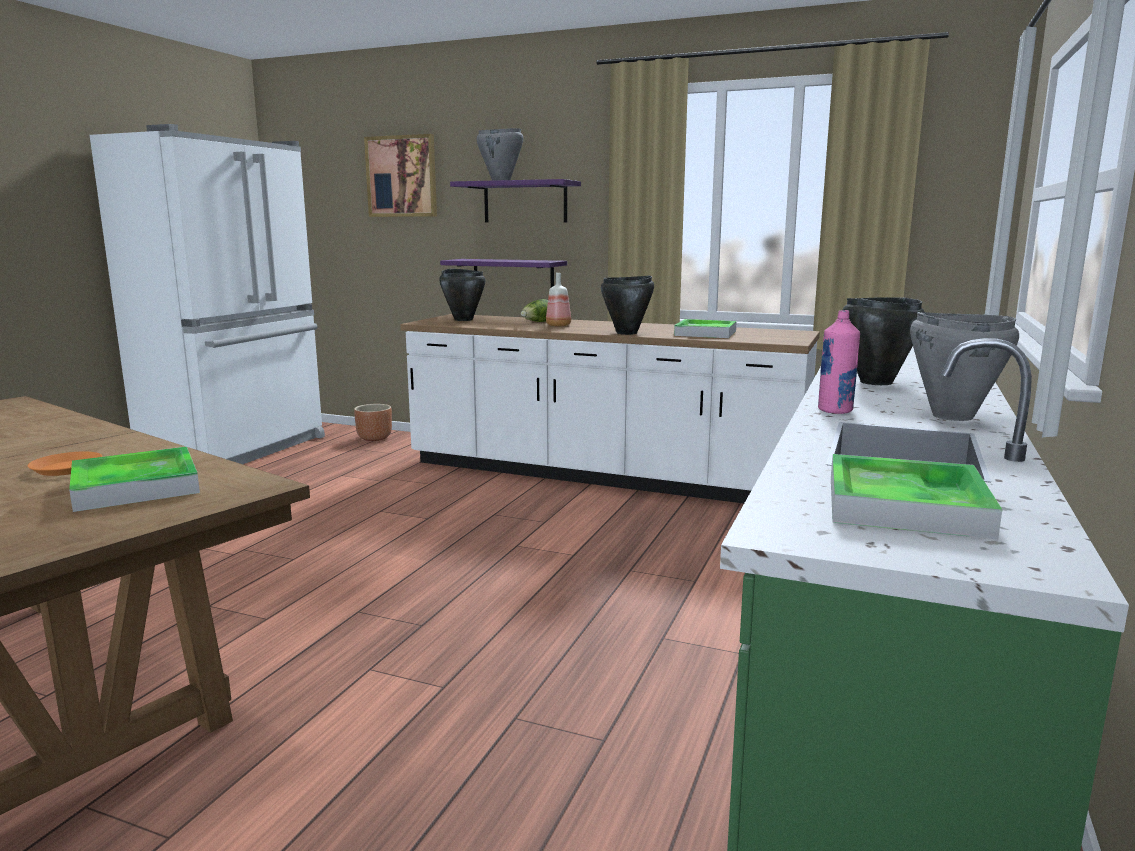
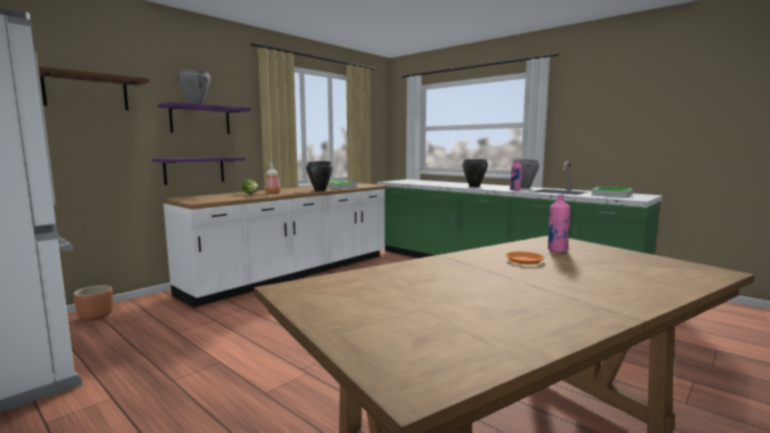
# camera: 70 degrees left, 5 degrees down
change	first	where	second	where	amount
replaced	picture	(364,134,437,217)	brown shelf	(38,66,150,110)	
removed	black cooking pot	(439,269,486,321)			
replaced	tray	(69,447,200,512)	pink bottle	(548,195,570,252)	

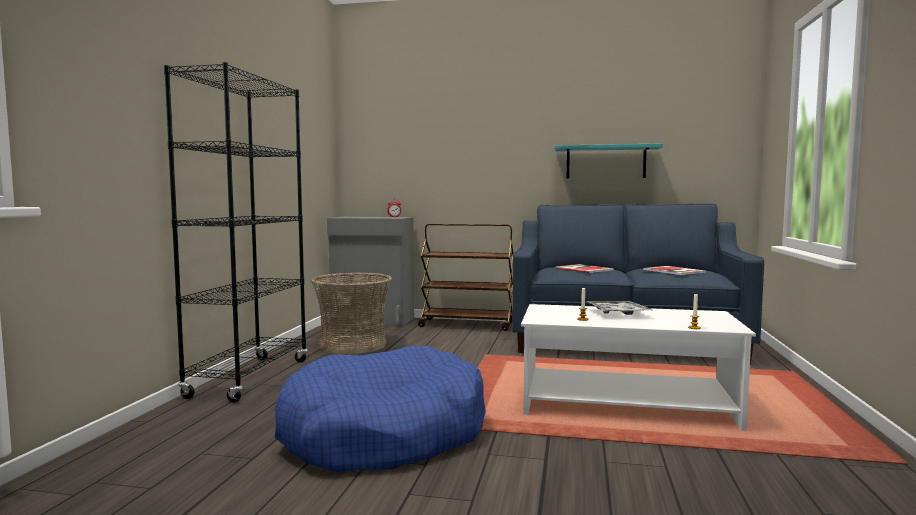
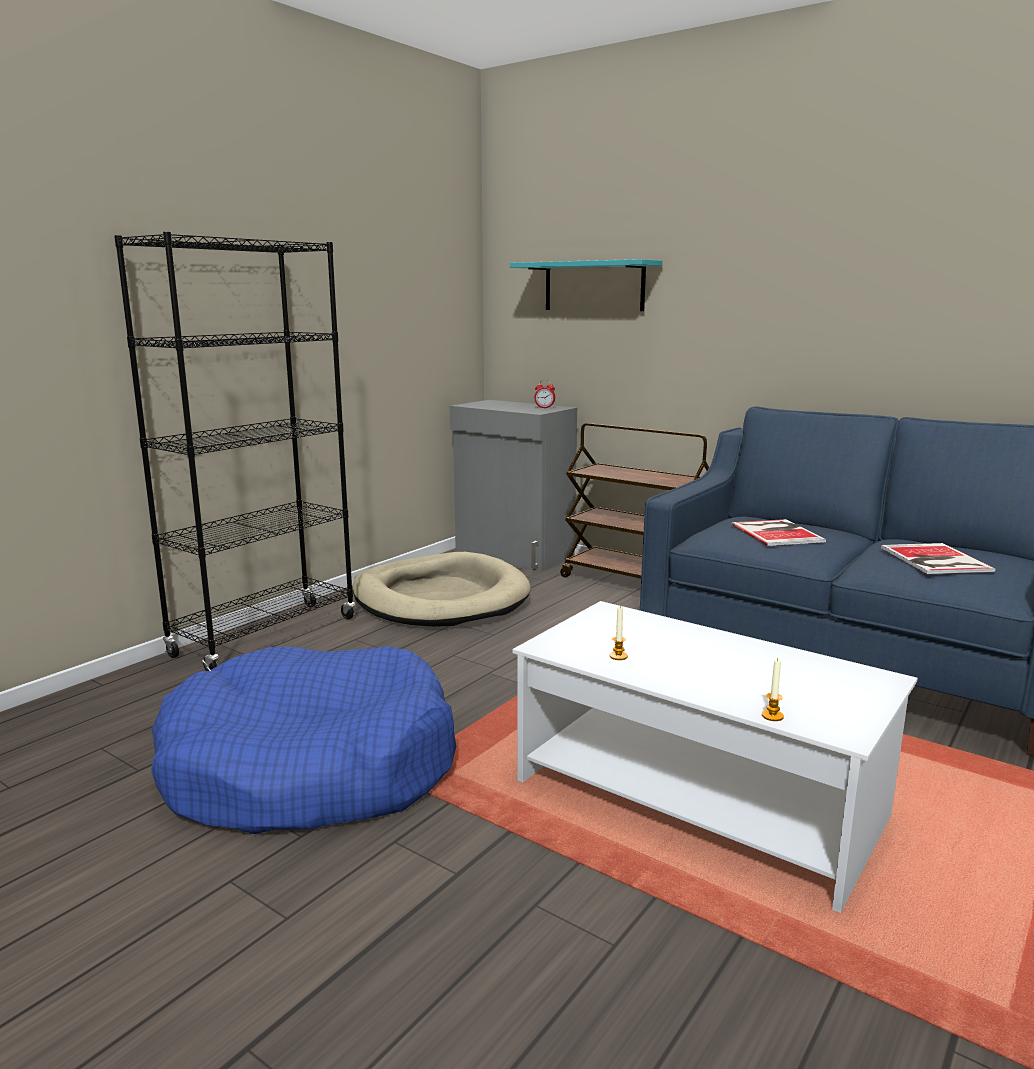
# camera: 25 degrees right, 10 degrees up
change	first	where	second	where	amount
moved	turquoise shelf	(554,143,663,178)		(510,259,663,311)	
replaced	basket	(311,272,393,354)	beige dog bed	(352,552,531,627)	
removed	tray	(586,301,654,315)			

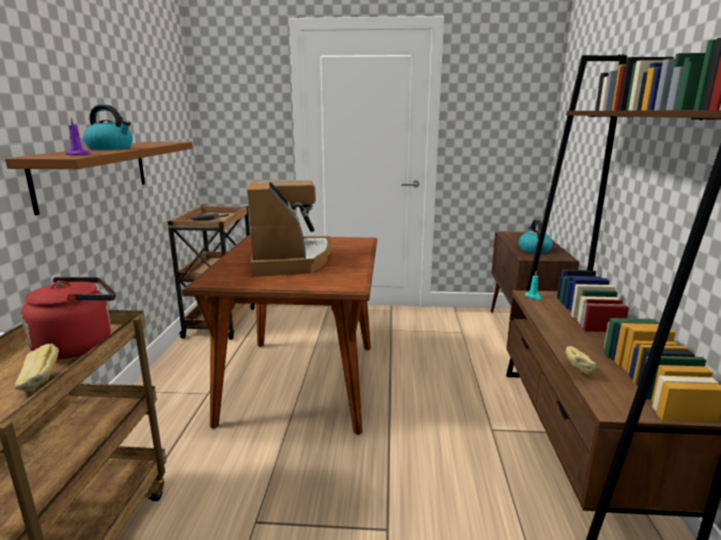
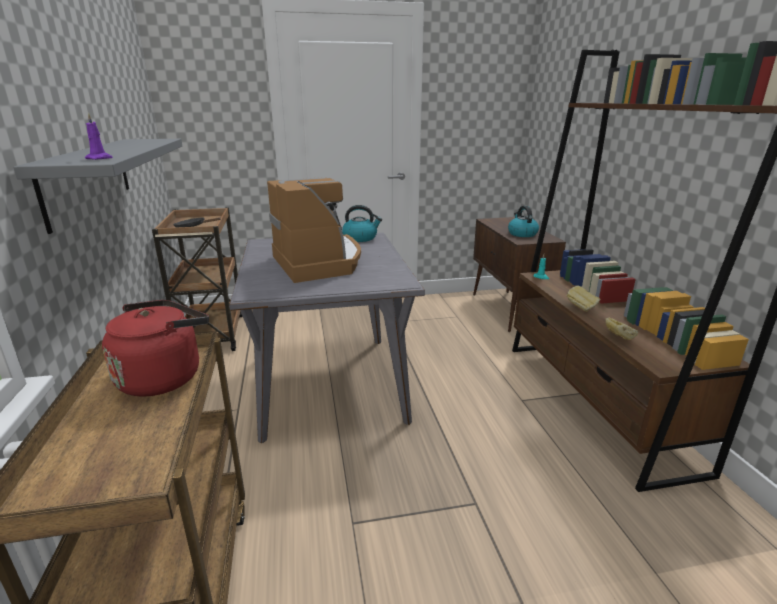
# camera: 15 degrees left, 5 degrees up
change	first	where	second	where	amount
moved	kettle	(83,104,133,150)		(342,205,382,242)	
recoloured	brown shelf	(5,142,193,215)	grey shelf	(13,139,182,234)	
recoloured	brown dining table	(182,235,377,435)	grey dining table	(229,233,425,443)	
moved	bread	(15,344,59,392)		(567,285,600,312)	

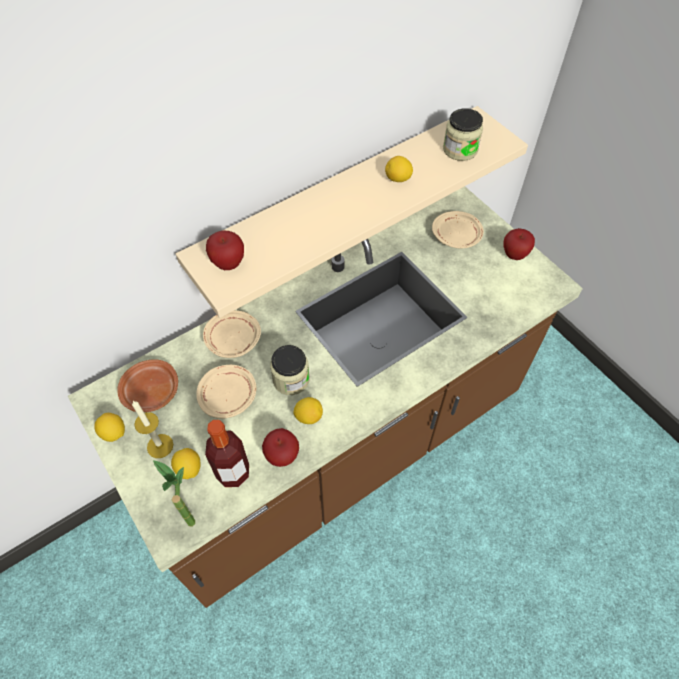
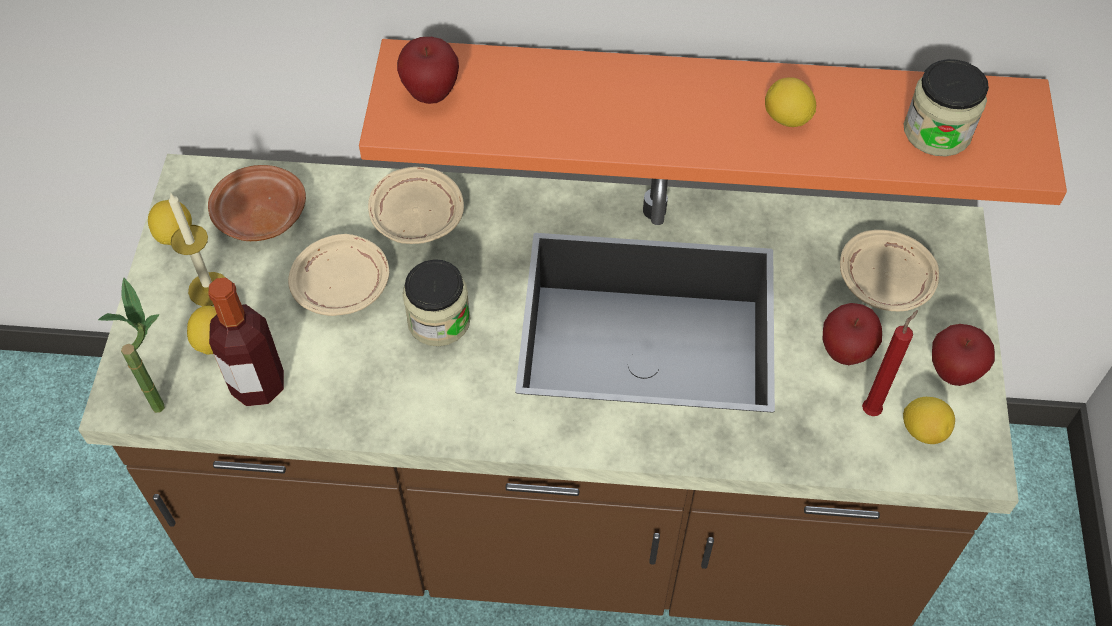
# camera: 40 degrees right, 0 degrees up
change	first	where	second	where	amount
recoloured	beige shelf	(176,106,528,318)	orange shelf	(359,39,1067,205)	
moved	lemon	(293,397,323,424)		(903,397,955,444)	
moved	apple	(262,428,299,467)		(823,303,882,365)	
added			red candle	(862,310,918,416)	

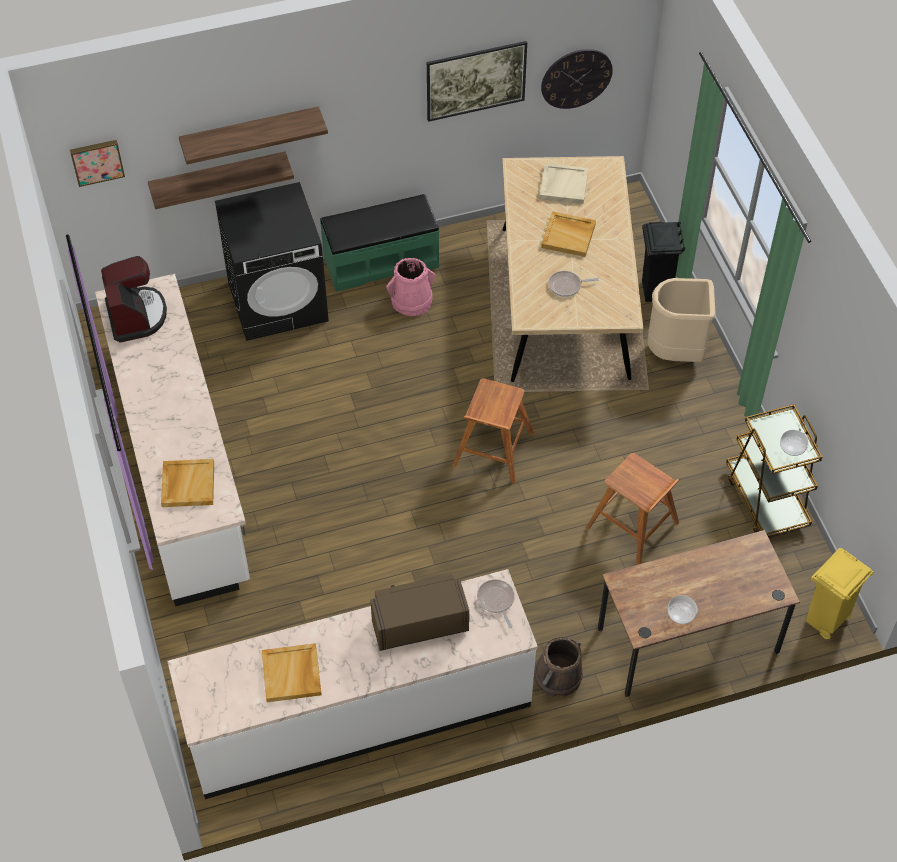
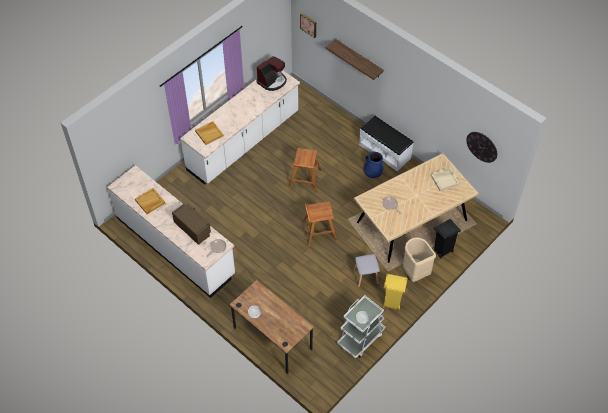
# camera: 60 degrees right, 0 degrees up
change	first	where	second	where	amount
removed	picture	(427,41,527,122)			
removed	shelf	(148,152,294,209)			
removed	black washing machine	(215,182,329,341)			
recoloured	green bench	(320,194,439,292)	white bench	(359,115,414,171)	
removed	beige tray	(541,211,596,257)			
recoloured	pink bucket	(386,258,436,316)	blue bucket	(364,152,385,178)	
recoloured	brown cart	(726,404,822,537)	white cart	(337,295,385,359)	
moved	brown stool	(586,453,679,565)		(289,148,322,193)	
moved	yellow trash can	(806,548,874,639)		(383,274,408,311)	
removed	brown bucket	(534,637,583,697)			
added			grey stool	(354,254,380,288)	

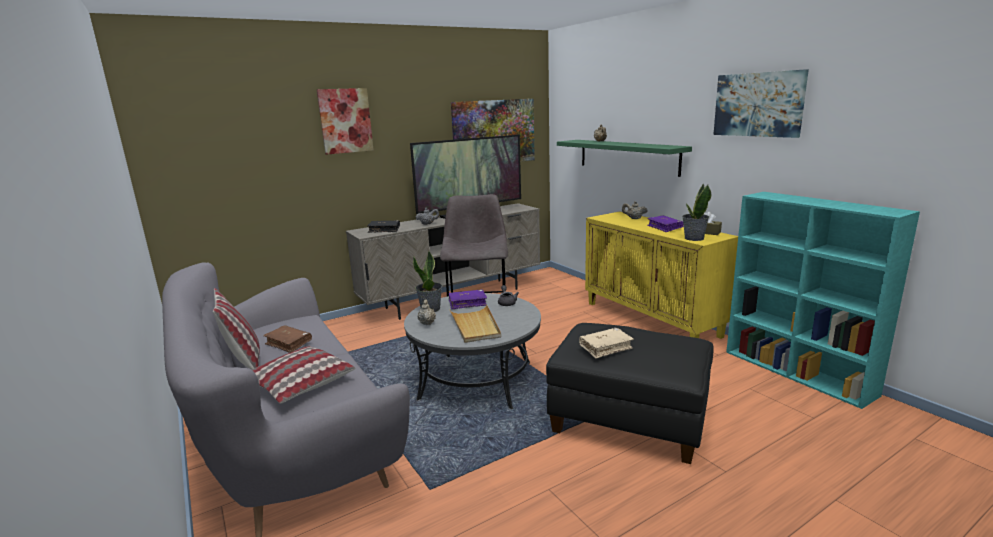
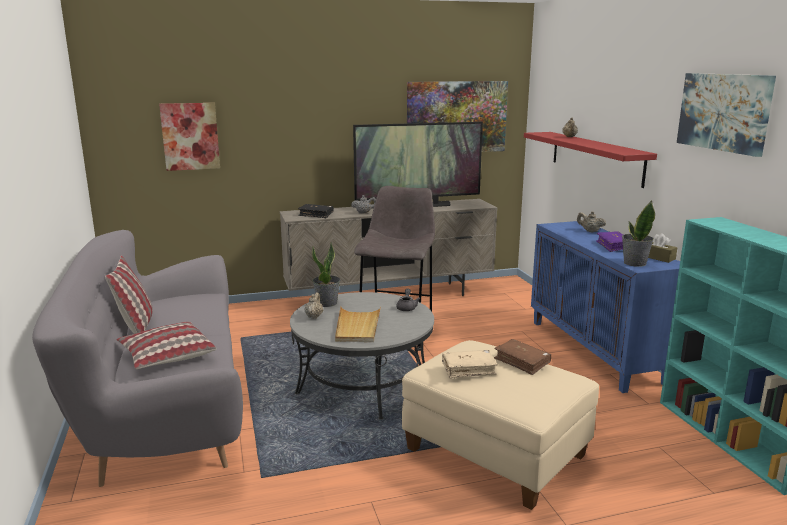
# camera: 15 degrees right, 0 degrees up
change	first	where	second	where	amount
moved	picture	(317,88,374,155)		(159,103,220,171)	
recoloured	green shelf	(557,140,692,177)	red shelf	(524,132,657,188)	
recoloured	yellow cabinet	(585,211,738,339)	blue cabinet	(531,221,680,393)	
removed	purple book	(449,289,487,309)			
recoloured	black ottoman	(546,323,714,464)	beige ottoman	(402,340,599,510)	
moved	brown book	(263,325,312,353)		(494,339,551,375)	

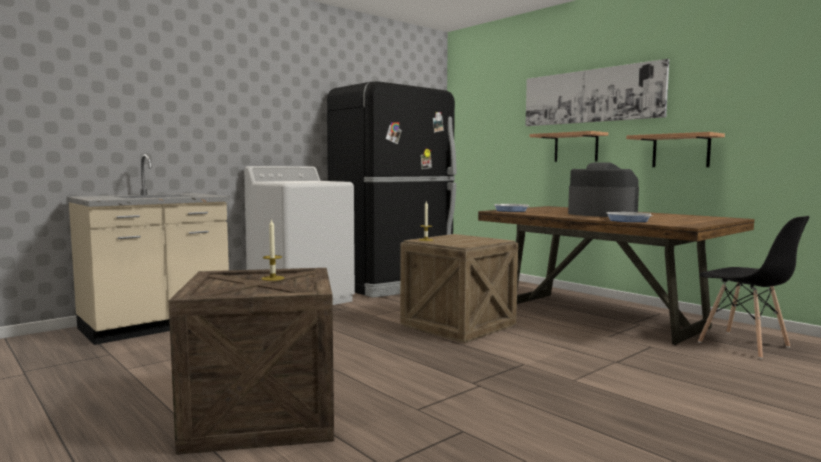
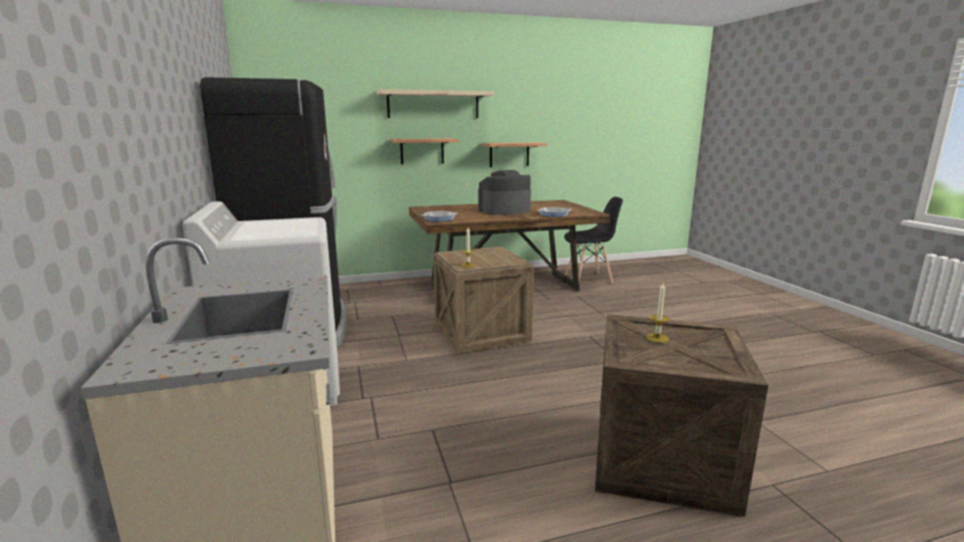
# camera: 65 degrees left, 10 degrees up
change	first	where	second	where	amount
replaced	picture	(525,59,669,126)	beige shelf	(377,89,494,118)	

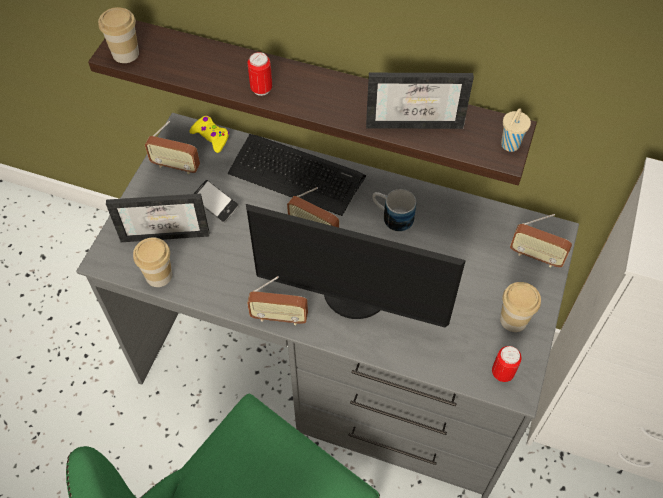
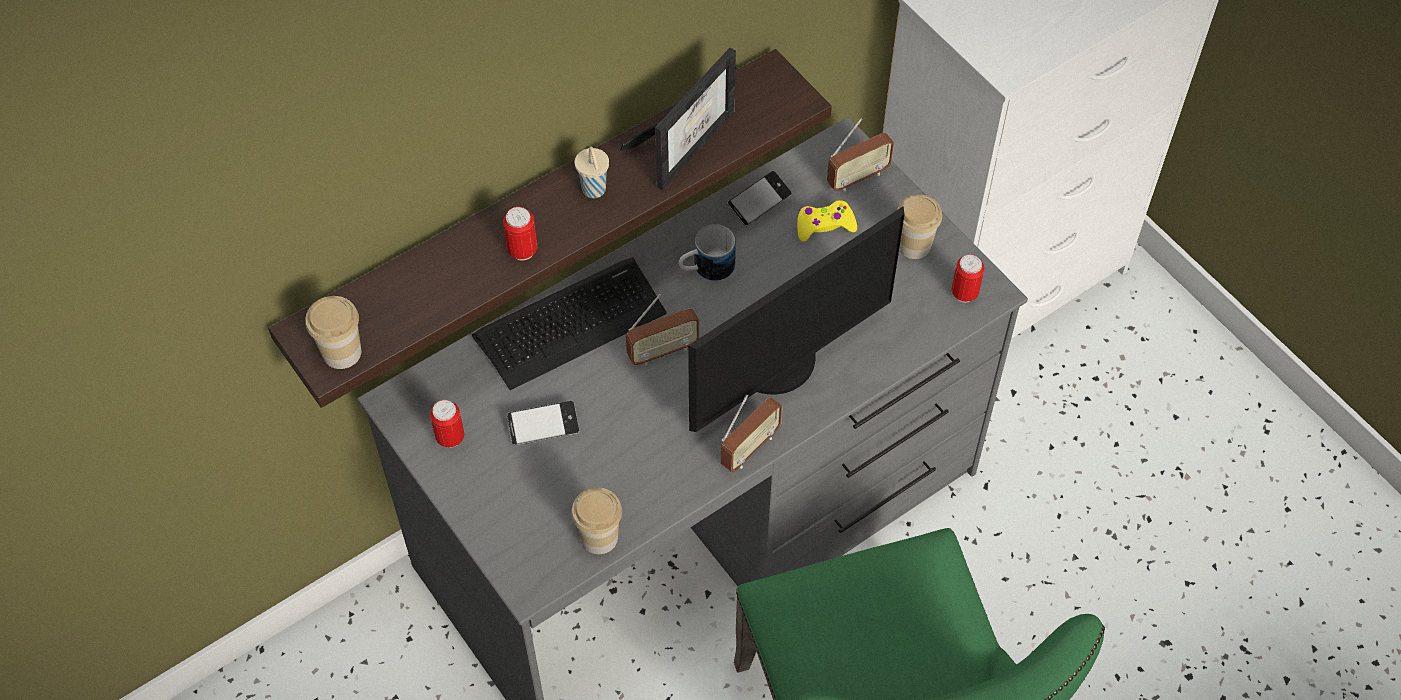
# camera: 55 degrees left, 0 degrees up
change	first	where	second	where	amount
moved	beige cup	(501,108,531,152)		(575,147,609,198)	
moved	yellow game controller	(190,116,229,153)		(797,200,857,242)	
replaced	radio	(145,121,200,174)	can	(430,400,464,448)	
removed	picture frame	(106,193,210,242)			
added			phone	(727,171,792,226)	

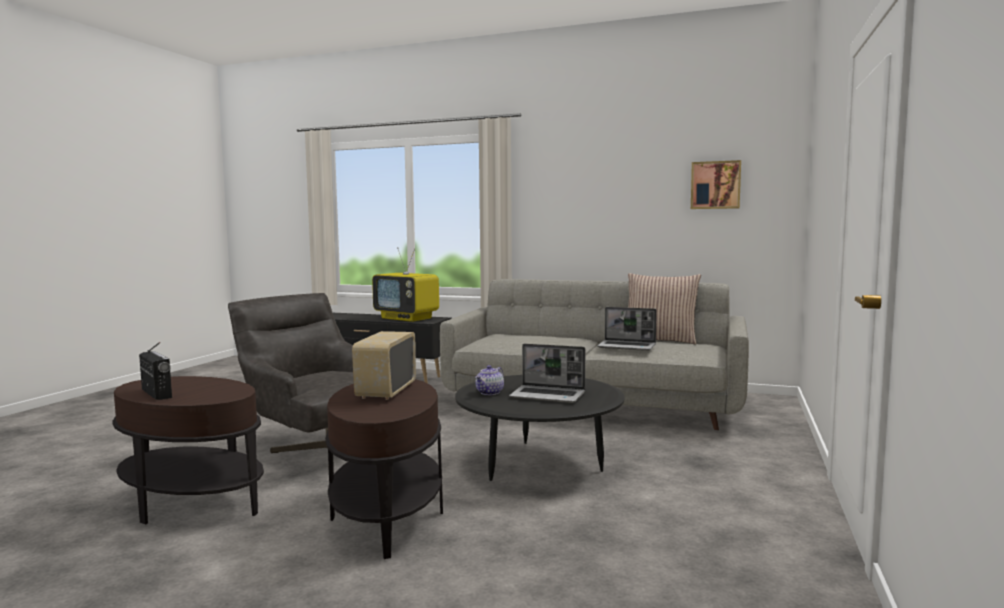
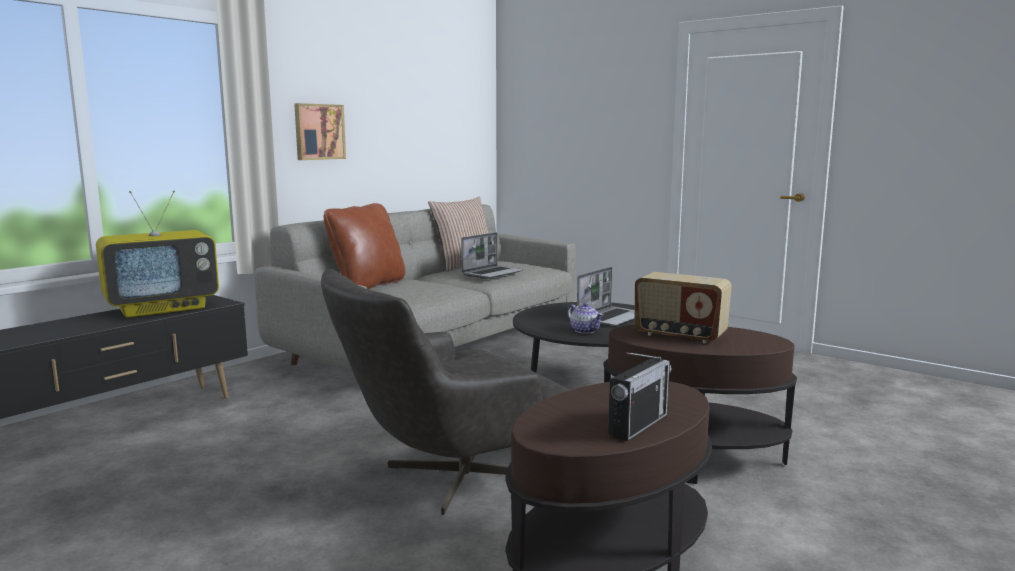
# camera: 70 degrees left, 5 degrees up
change	first	where	second	where	amount
moved	picture	(691,160,741,209)		(294,103,346,160)	
turned	radio	(139,342,172,400)		(608,352,671,441)	150 degrees clockwise
added			brown pillow	(324,203,406,290)	

